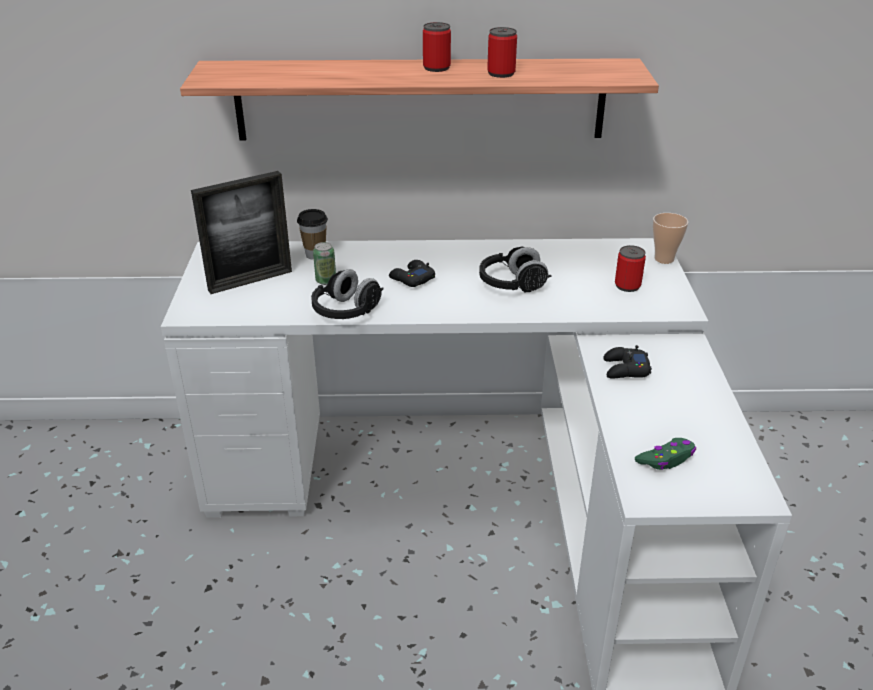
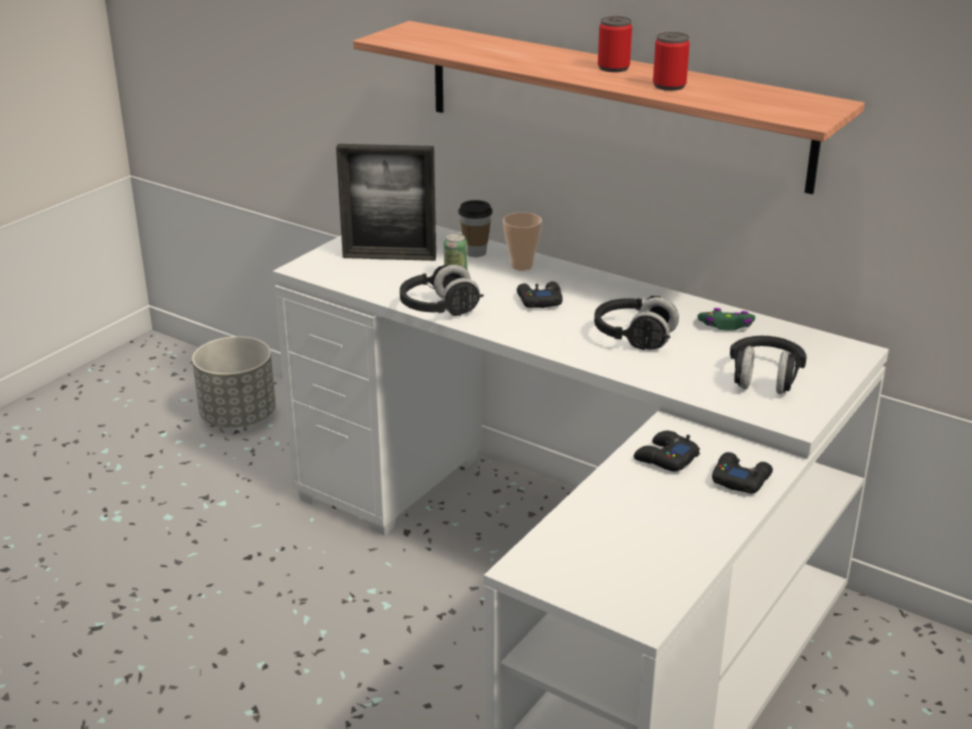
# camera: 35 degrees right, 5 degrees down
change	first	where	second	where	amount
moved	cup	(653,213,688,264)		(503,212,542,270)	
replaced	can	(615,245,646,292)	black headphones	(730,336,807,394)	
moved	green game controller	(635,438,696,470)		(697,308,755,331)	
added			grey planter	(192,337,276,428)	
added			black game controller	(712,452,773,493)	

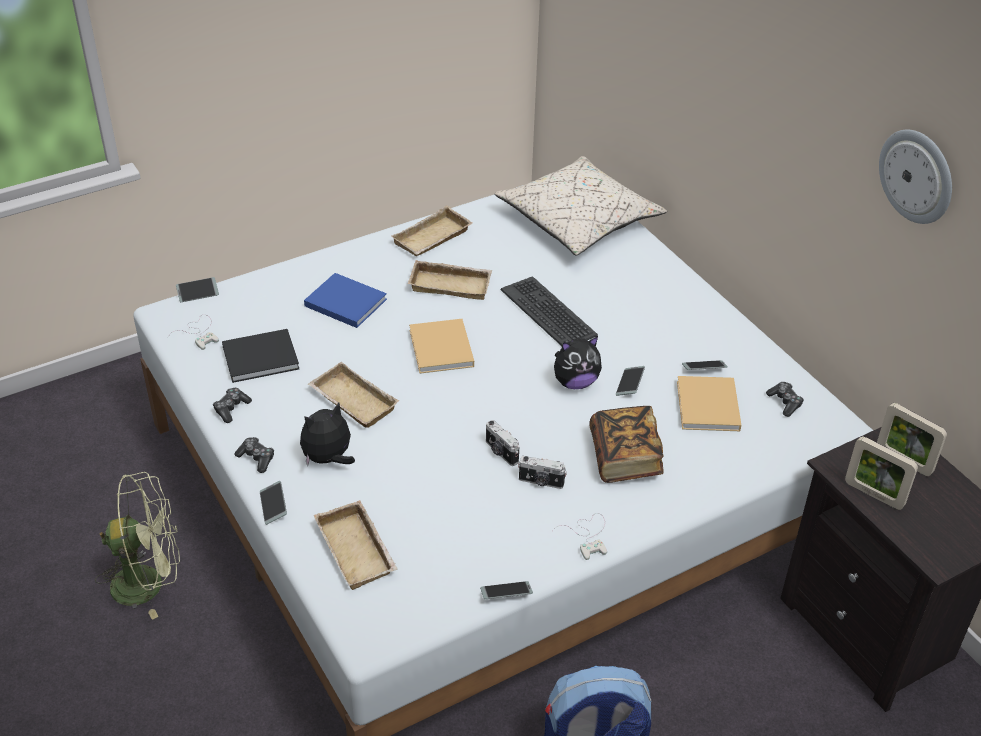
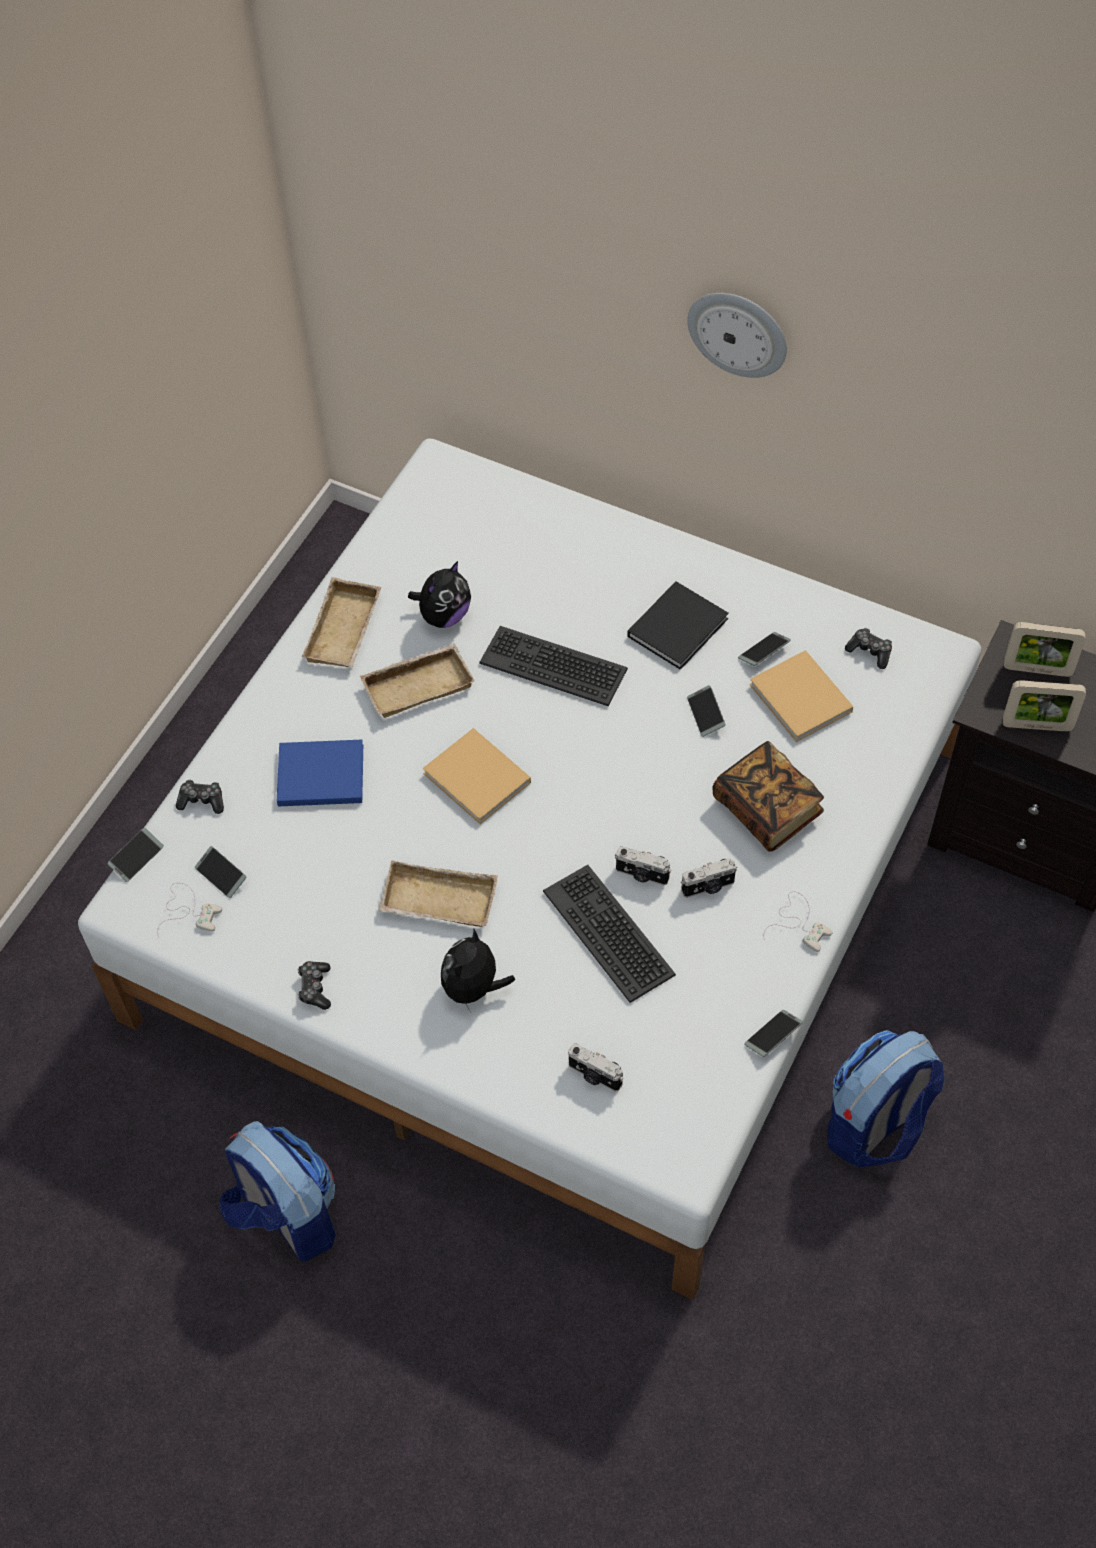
# camera: 30 degrees left, 15 degrees up
change	first	where	second	where	amount
moved	wall clock	(879,129,952,224)		(687,293,787,378)	
removed	beige pillow	(494,156,667,255)			
moved	black book	(222,329,299,383)		(627,581,729,670)	
moved	plush toy	(554,336,602,389)		(408,561,471,628)	
moved	game controller	(235,437,274,473)		(176,780,224,814)	
replaced	green fan	(95,472,180,620)	backpack	(219,1121,336,1262)	
moved	phone	(260,481,287,525)		(195,846,246,898)	
replaced	beige tray	(314,500,398,590)	photo camera	(568,1043,624,1091)	
added			keyboard	(543,865,676,1003)	

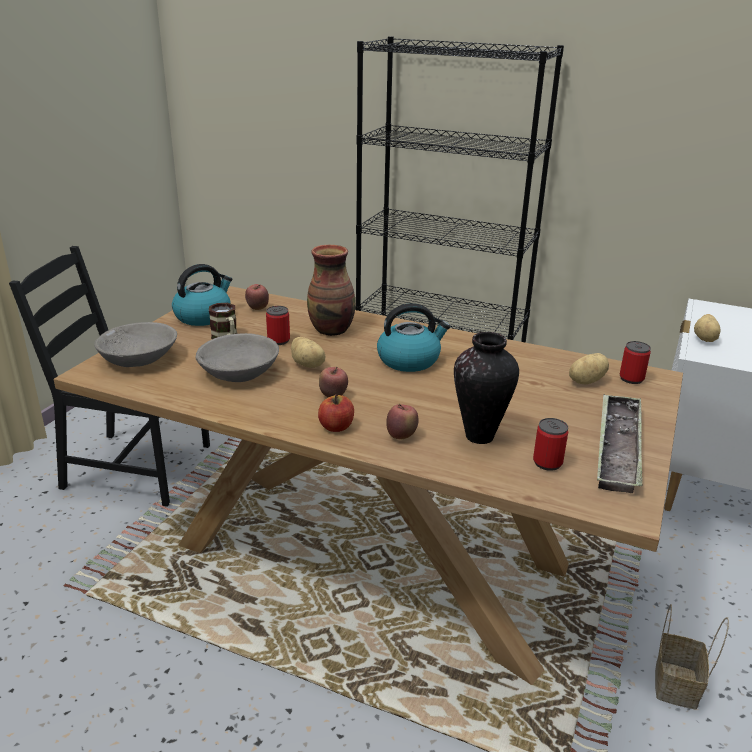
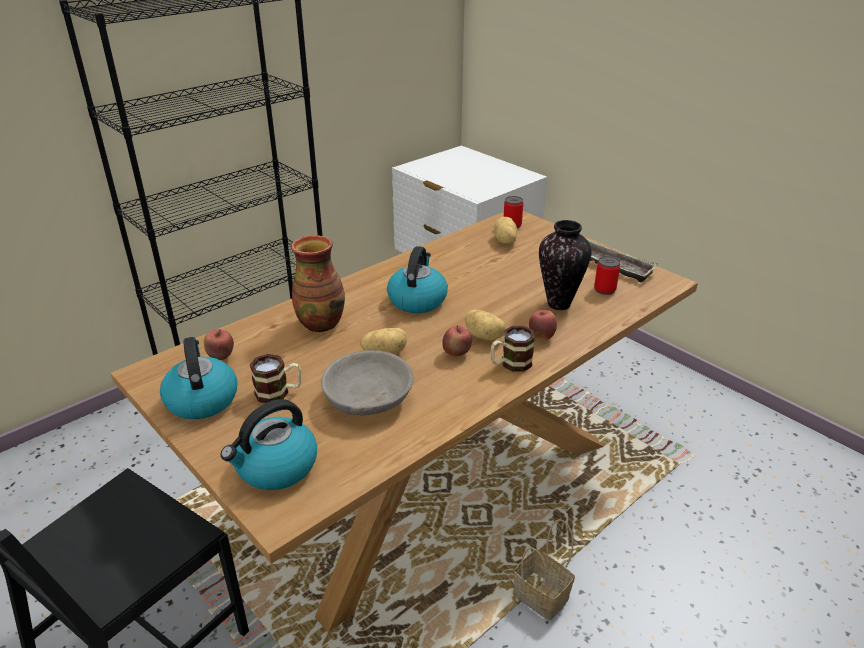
# camera: 65 degrees left, 5 degrees up
change	first	where	second	where	amount
removed	can	(266,306,290,345)			
moved	potato	(694,314,720,342)		(465,310,506,341)	
replaced	grey bowl	(94,322,177,367)	kettle	(221,399,317,490)	
replaced	apple	(318,394,354,432)	mug	(491,326,535,372)	
moved	basket	(655,604,729,710)		(514,519,575,620)	

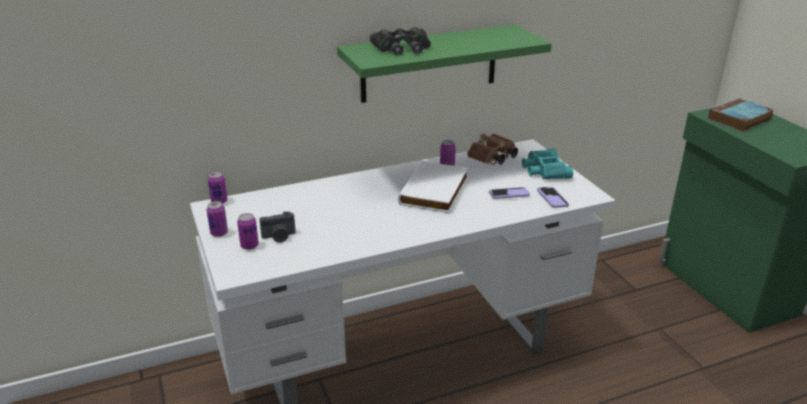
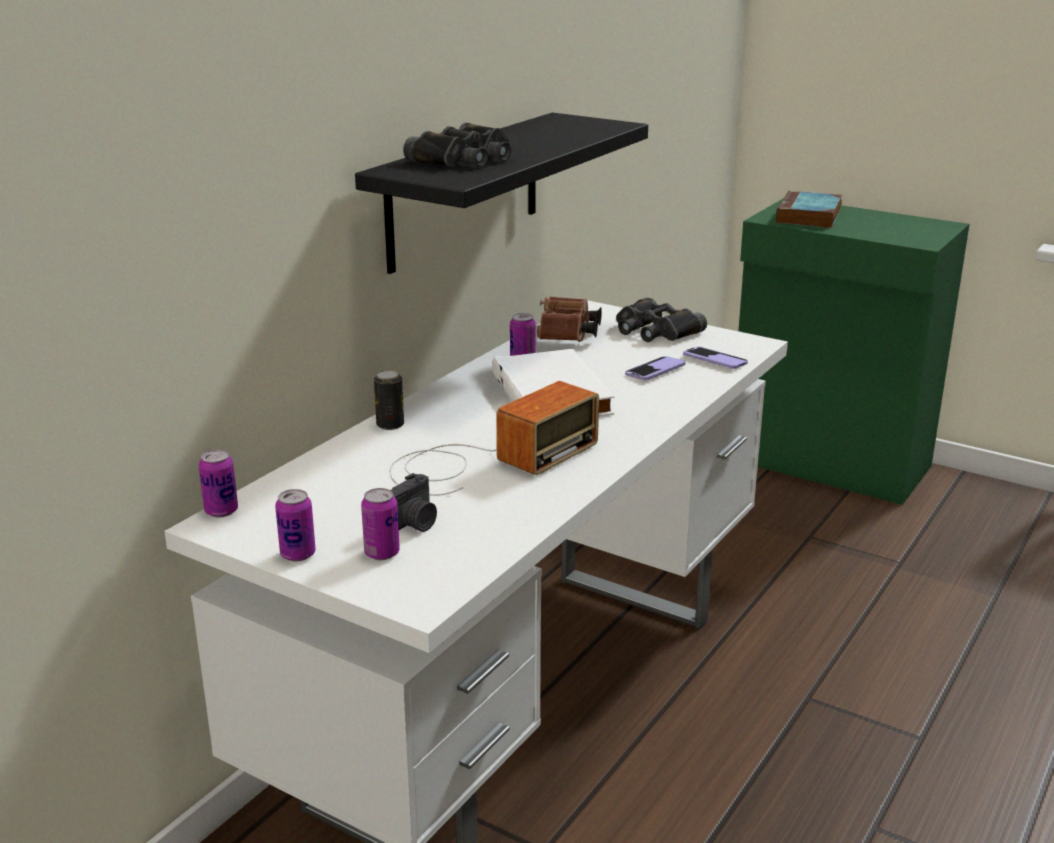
# camera: 35 degrees left, 5 degrees down
change	first	where	second	where	amount
recoloured	green shelf	(337,25,552,103)	black shelf	(355,113,648,274)	
recoloured	turquoise binoculars	(522,148,573,179)	black binoculars	(616,298,707,342)	
added			can	(374,370,404,430)	
added			radio	(389,381,599,496)	

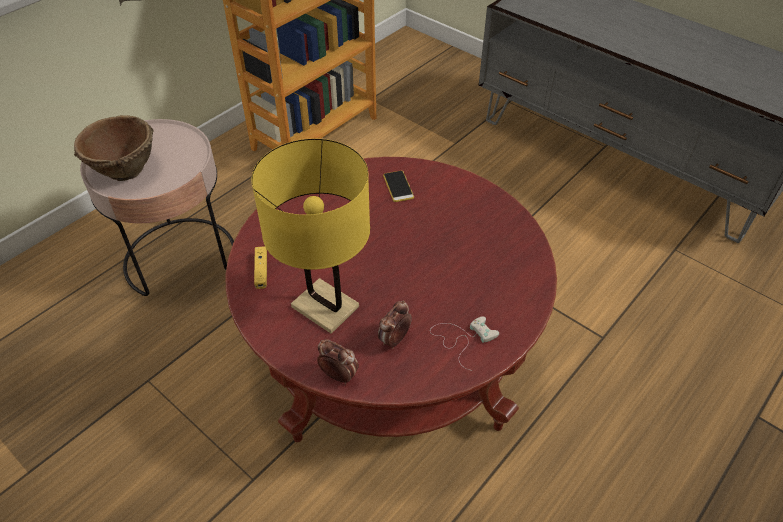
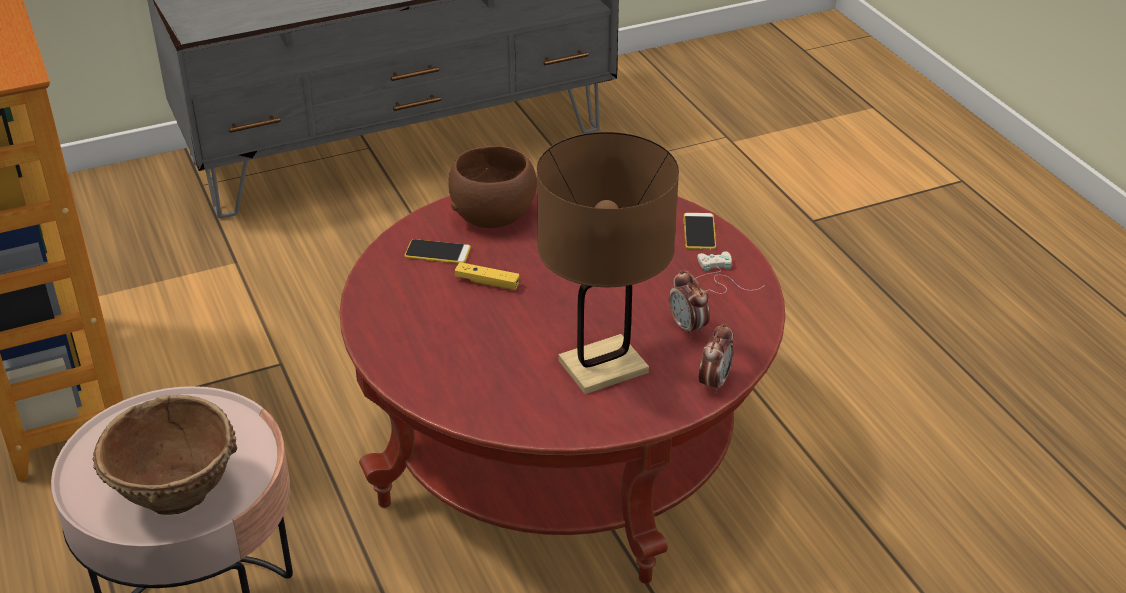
# camera: 65 degrees left, 10 degrees down
change	first	where	second	where	amount
recoloured	yellow table lamp	(251,139,370,334)	brown table lamp	(537,132,679,394)	
moved	yellow game controller	(254,246,267,289)		(455,262,519,290)	
turned	alarm clock	(317,339,359,384)		(699,323,734,394)	150 degrees clockwise
added			brown bowl	(448,146,537,228)	
added			phone	(683,213,716,250)	

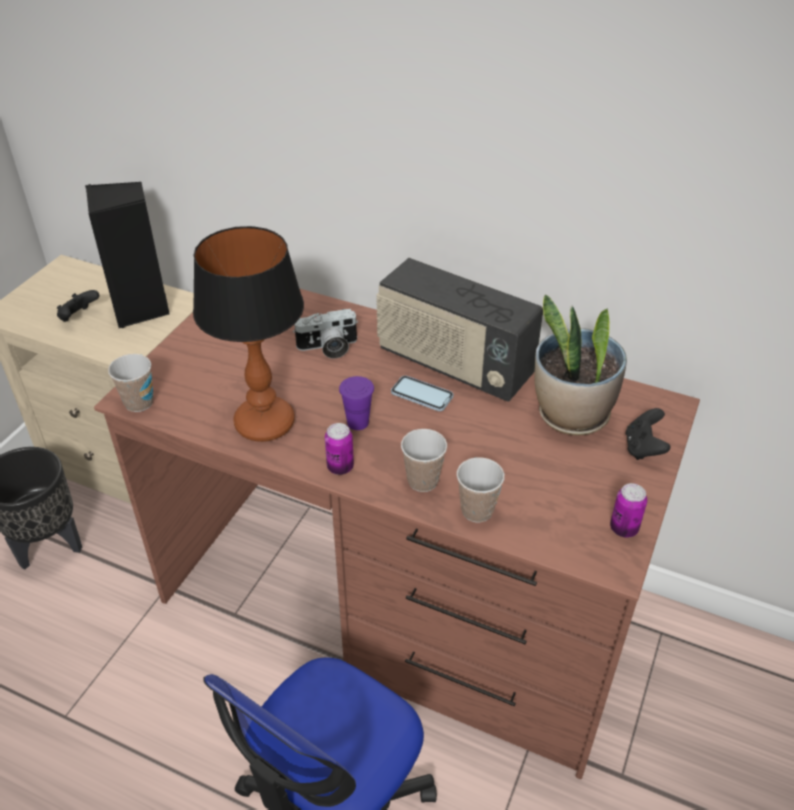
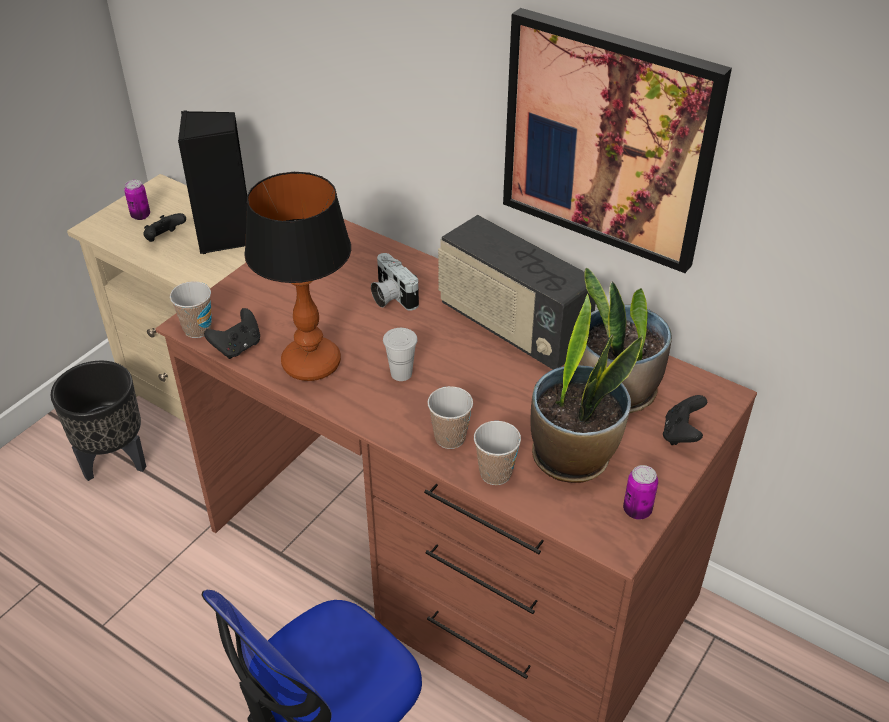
# camera: 10 degrees right, 0 degrees up
change	first	where	second	where	amount
turned	photo camera	(293,309,358,359)		(371,253,419,311)	60 degrees clockwise
recoloured	purple cup	(339,376,374,430)	white cup	(383,328,418,381)	
removed	phone	(391,376,453,411)			
moved	can	(325,423,354,475)		(124,180,150,220)	
added			picture	(503,8,732,273)	
added			potted plant	(530,293,643,483)	
added			black game controller	(204,308,260,359)	

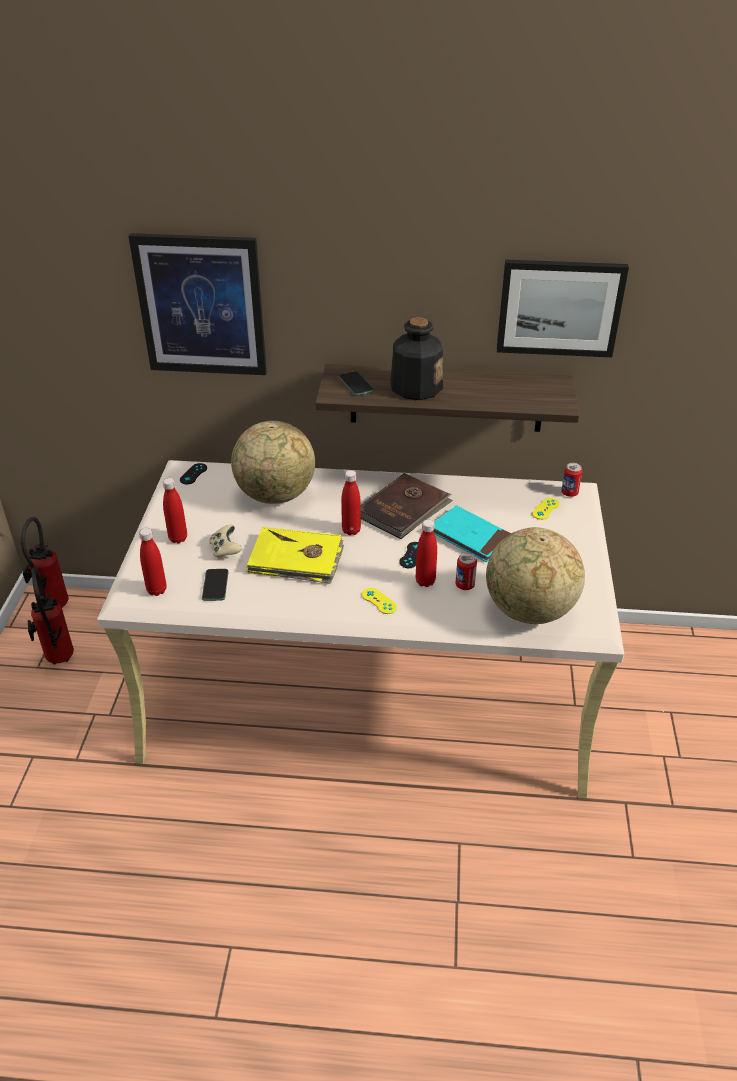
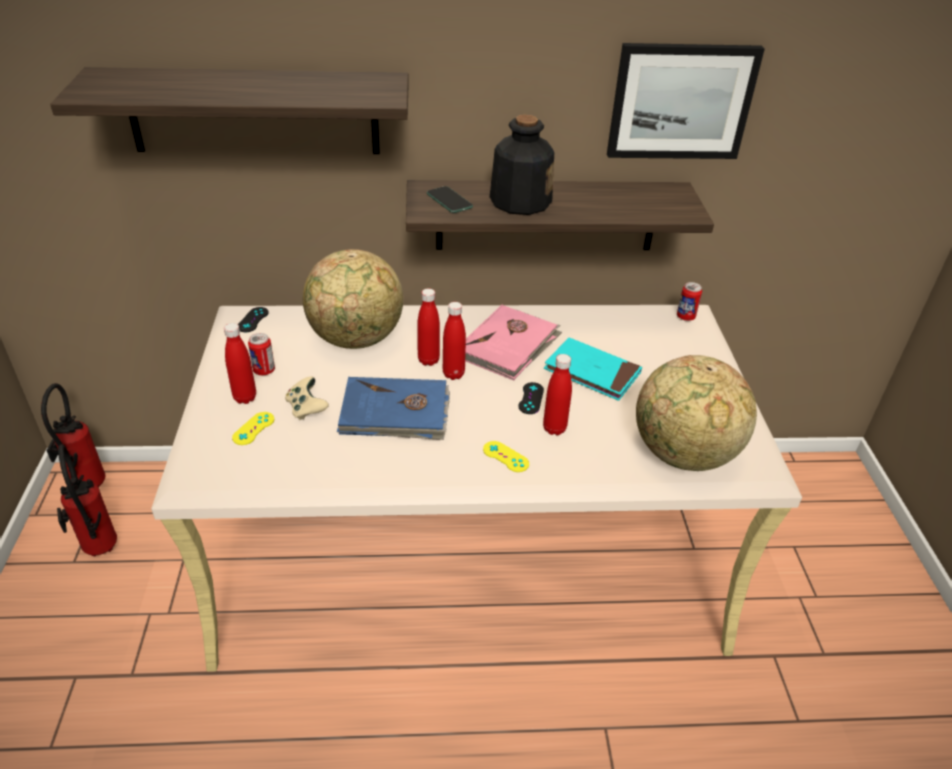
# camera: 10 degrees left, 0 degrees up
change	first	where	second	where	amount
replaced	picture	(128,233,267,375)	shelf	(50,67,409,154)	
recoloured	brown book	(361,473,453,539)	pink book	(465,305,562,381)	
moved	yellow game controller	(532,498,559,520)		(232,412,274,445)	
recoloured	yellow book	(246,527,344,584)	blue book	(337,377,450,440)	
moved	red bottle	(139,528,166,596)		(417,288,440,366)	
moved	can	(455,553,477,590)		(248,333,275,375)	
removed	phone	(202,569,229,601)			

